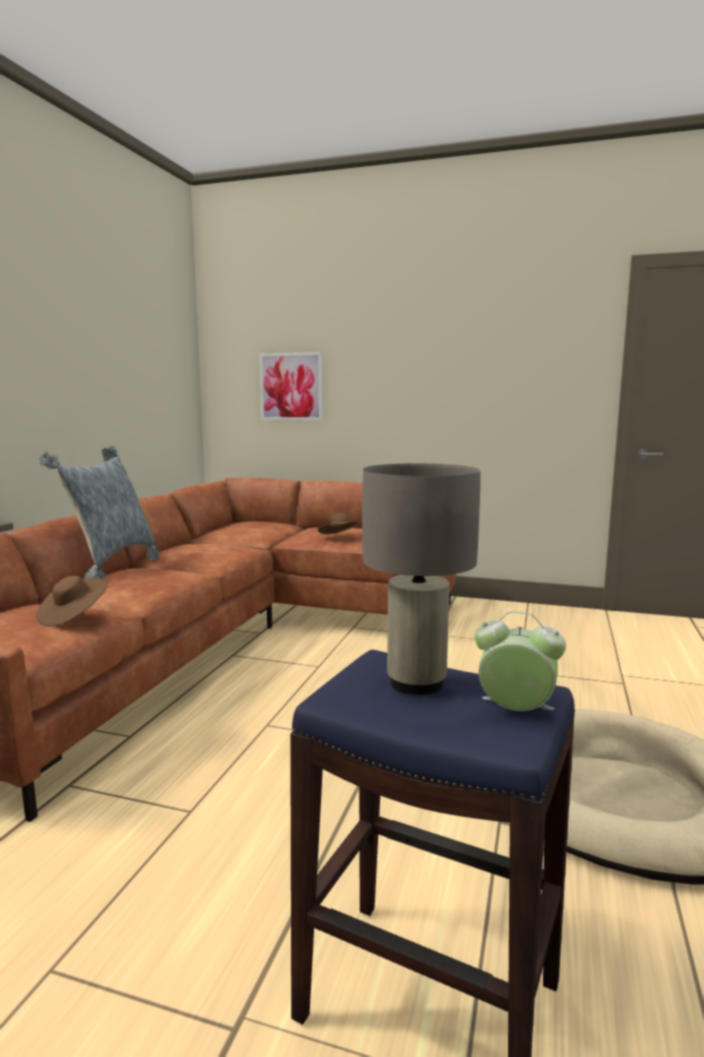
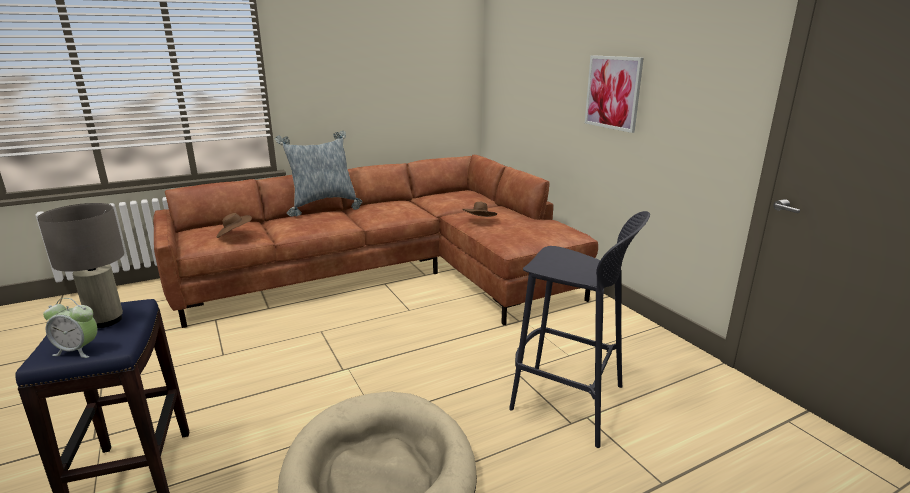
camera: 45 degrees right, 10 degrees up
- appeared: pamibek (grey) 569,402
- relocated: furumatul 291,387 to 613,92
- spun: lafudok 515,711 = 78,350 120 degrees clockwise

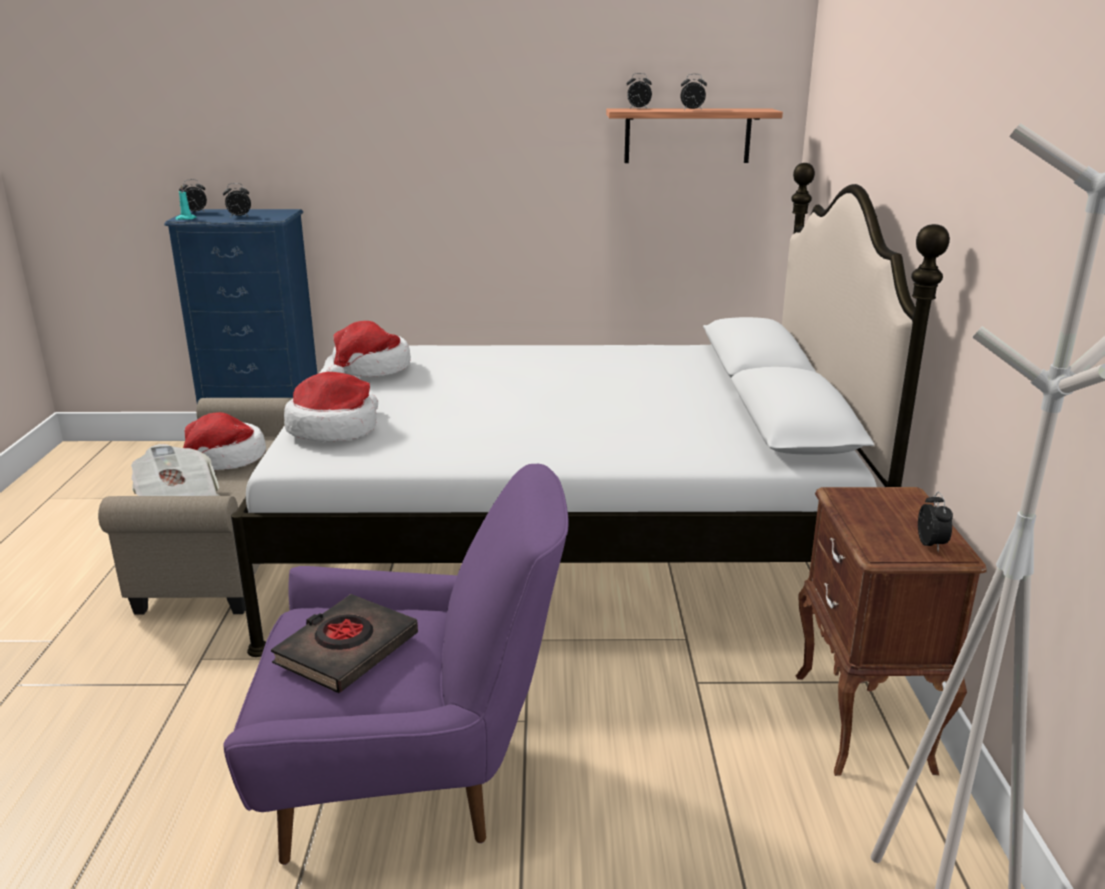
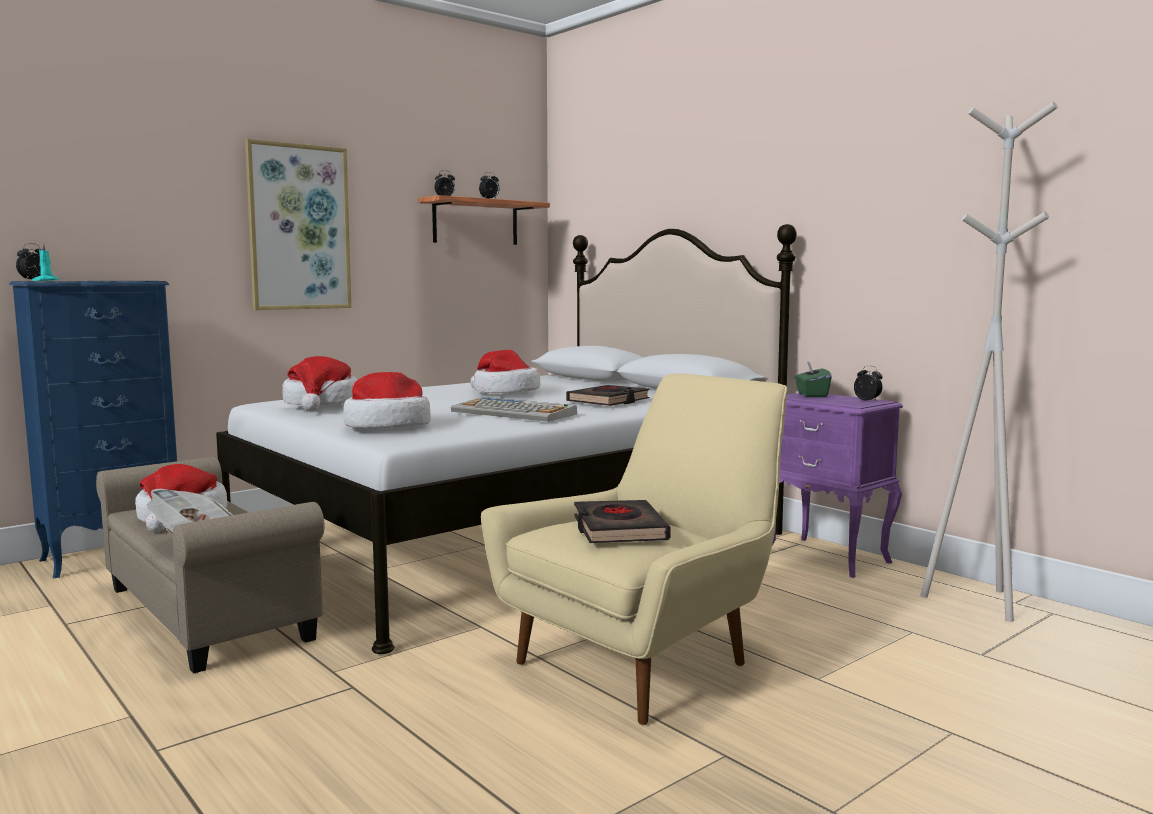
camera: 40 degrees left, 15 degrees down
- missing: lafudok 239,217
- appeared: furumatul 299,227
- appeared: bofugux 515,413
- appeared: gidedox 504,392
- appeared: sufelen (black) 608,401
- appeared: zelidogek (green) 811,395
- colour: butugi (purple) 410,782 to butugi (beige) 645,662
- colour: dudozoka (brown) 863,723 to dudozoka (purple) 827,557

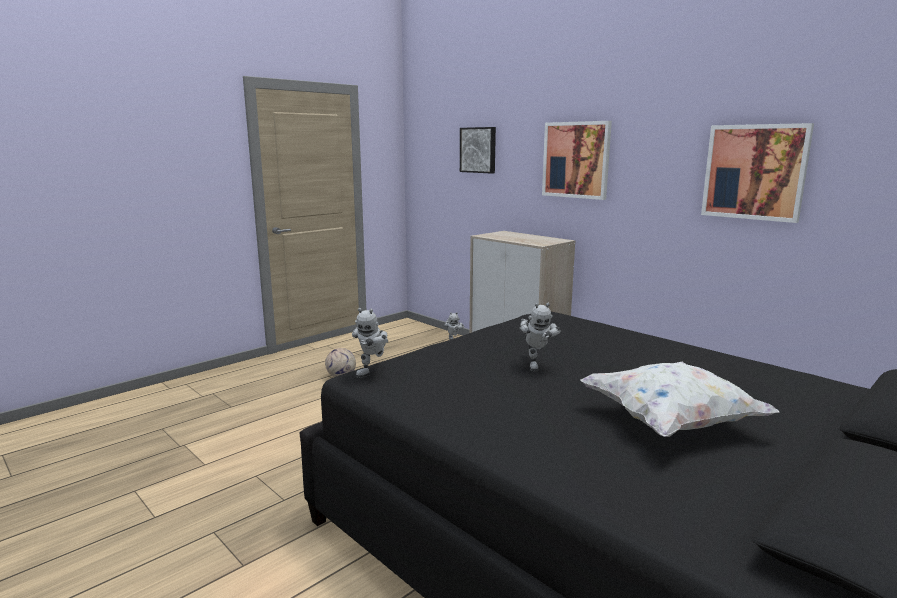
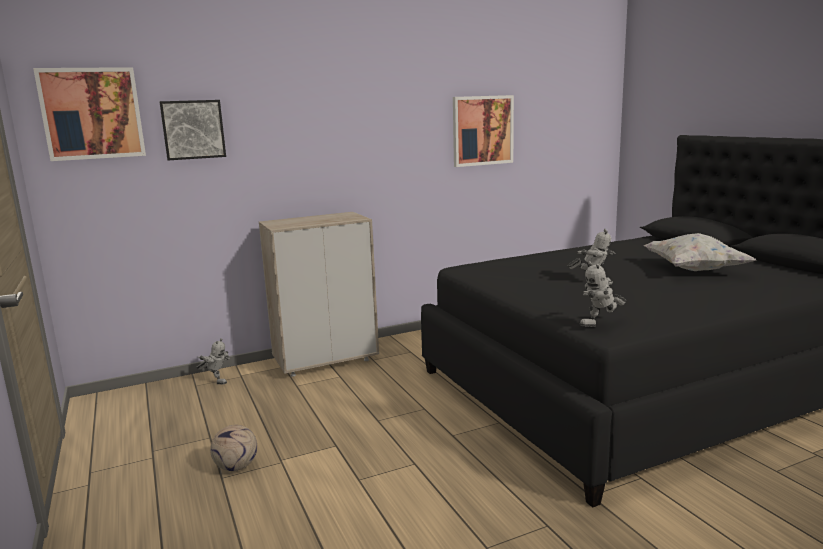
camera: 70 degrees left, 0 degrees up
- relocated: furumatul 576,160 to 92,113
- spun: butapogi 373,372 = 601,326 120 degrees clockwise

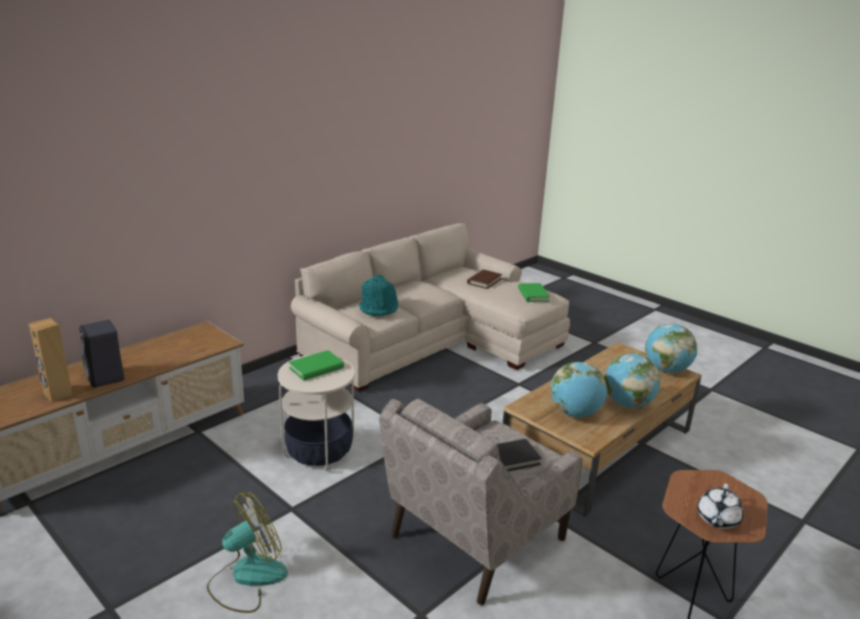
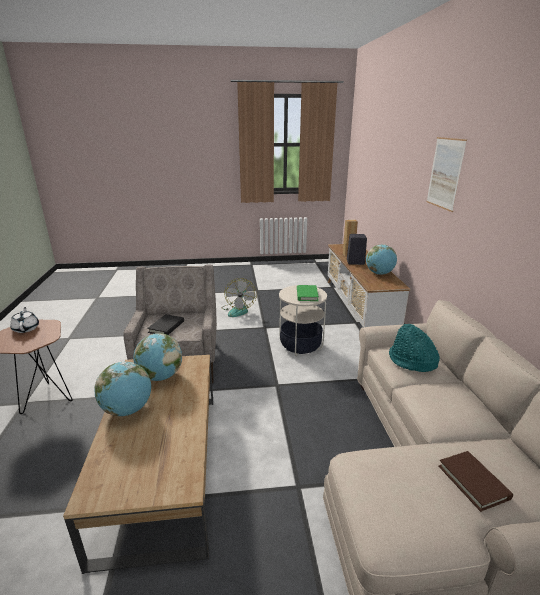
camera: 130 degrees right, 0 degrees up
- missing: sufelen (green) 533,295
- appeared: furumatul 445,173
- relocated: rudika 666,370 to 379,273

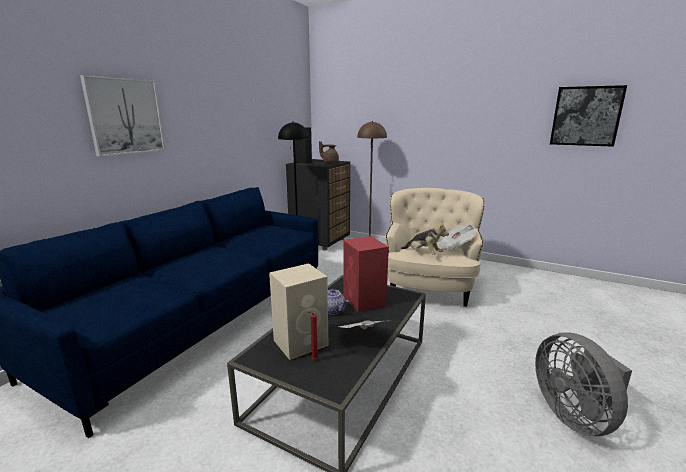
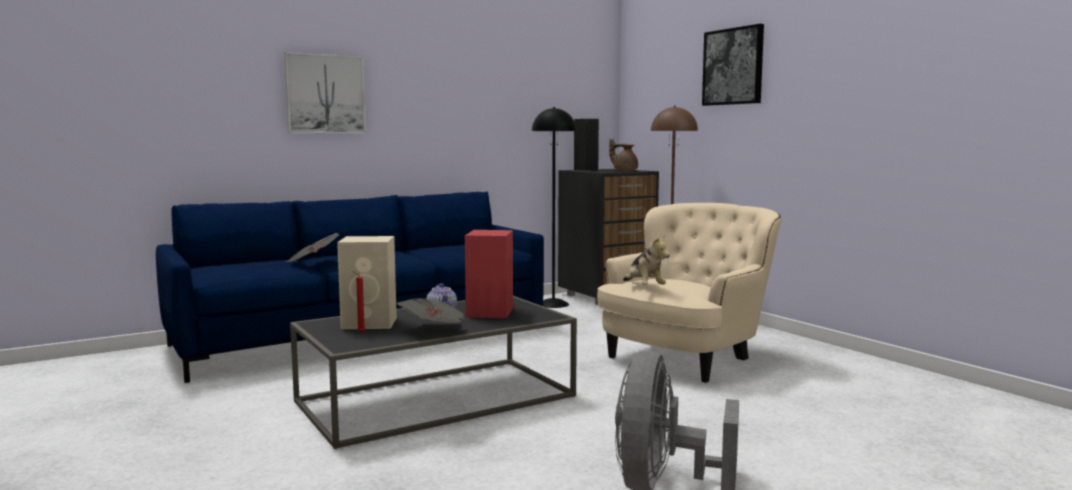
camera: 30 degrees right, 10 degrees down
- relocated: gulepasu 454,247 to 313,262
- relocated: furumatul 585,116 to 733,66

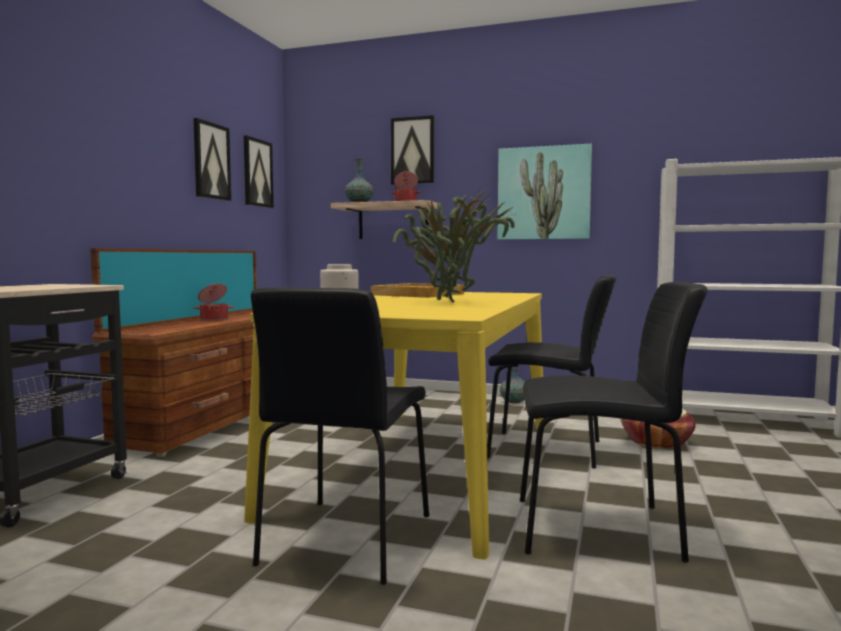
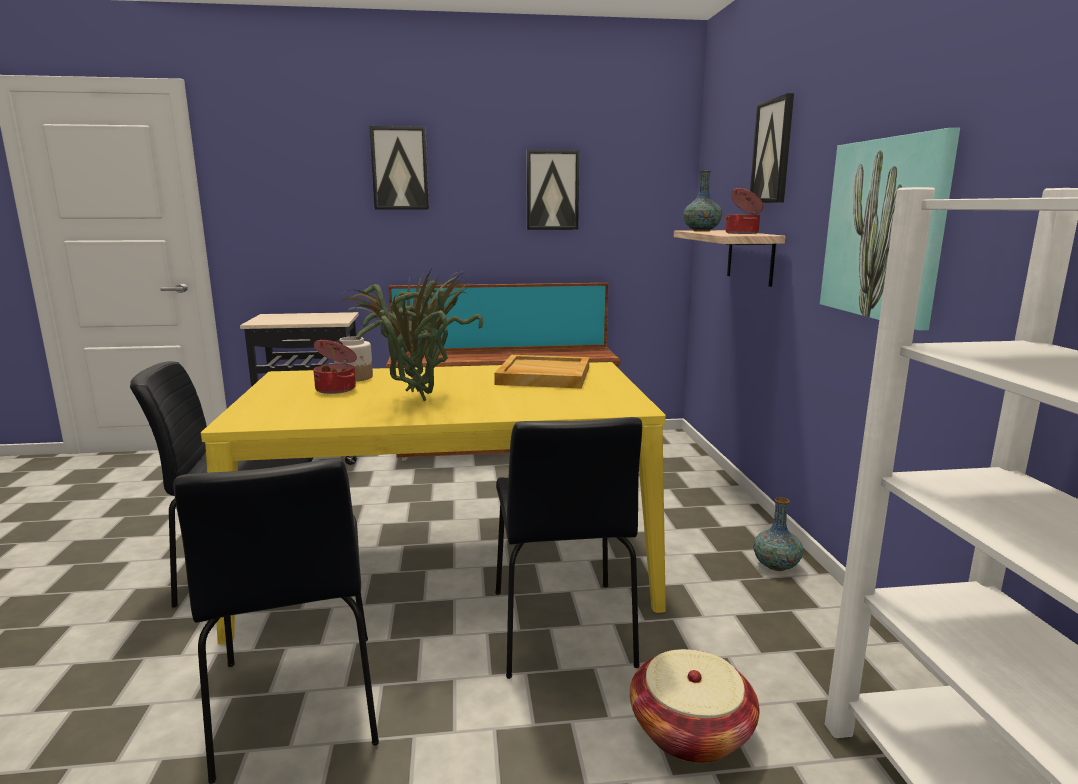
camera: 65 degrees right, 10 degrees up
- relocated: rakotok 214,319 to 337,389
- relocated: furumatul 257,173 to 400,168

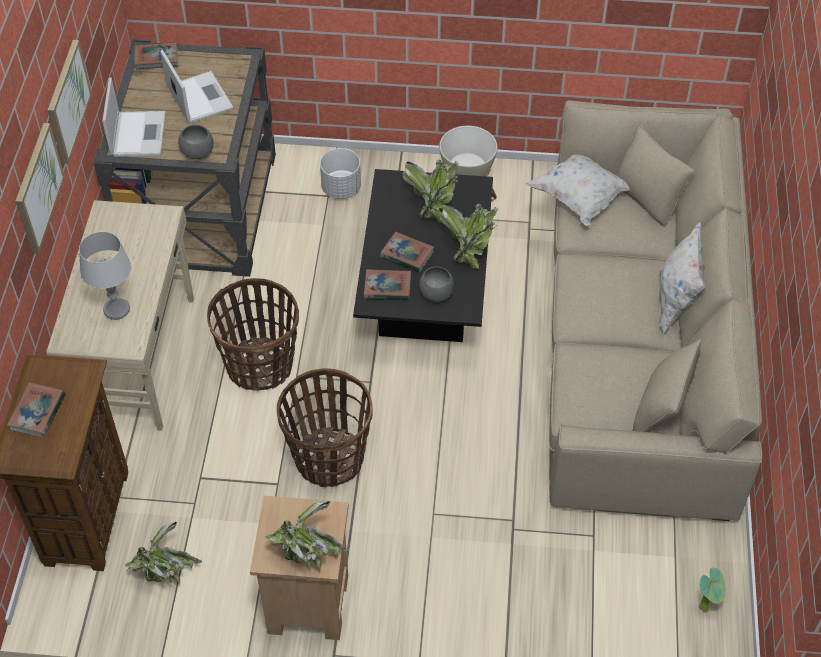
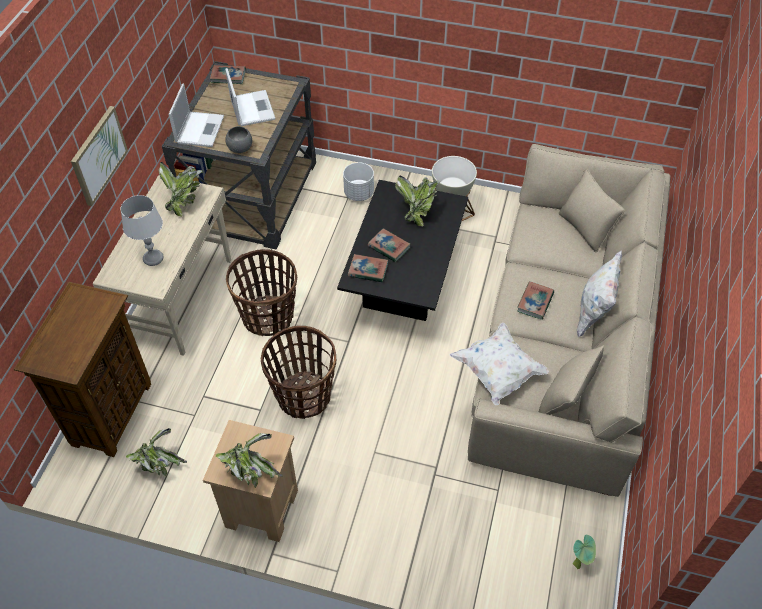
camera: 10 degrees right, 0 degrees up
- missing: furumatul 67,101
- missing: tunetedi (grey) 435,294
- relocated: sufelen 37,412 to 535,302
- relocated: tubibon 469,247 to 185,201
- relocated: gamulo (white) 580,197 to 497,372

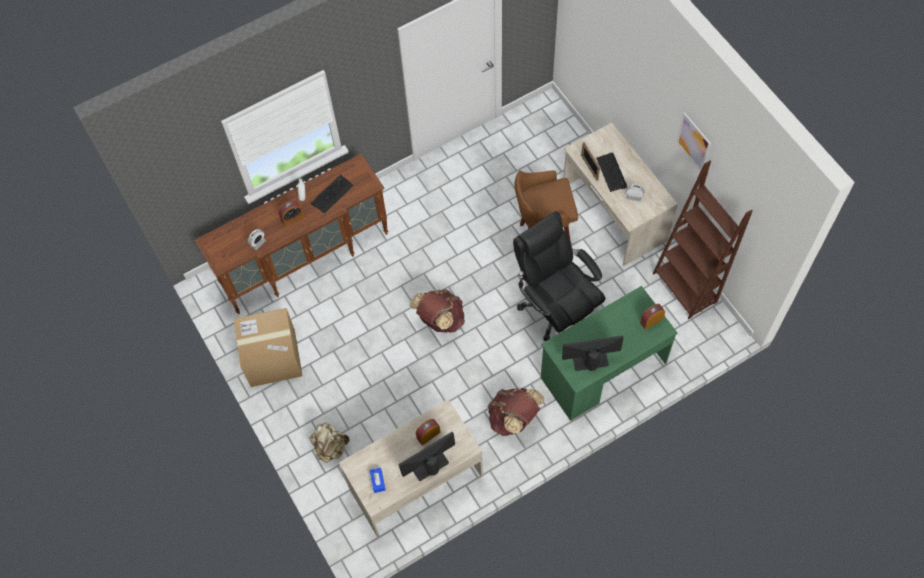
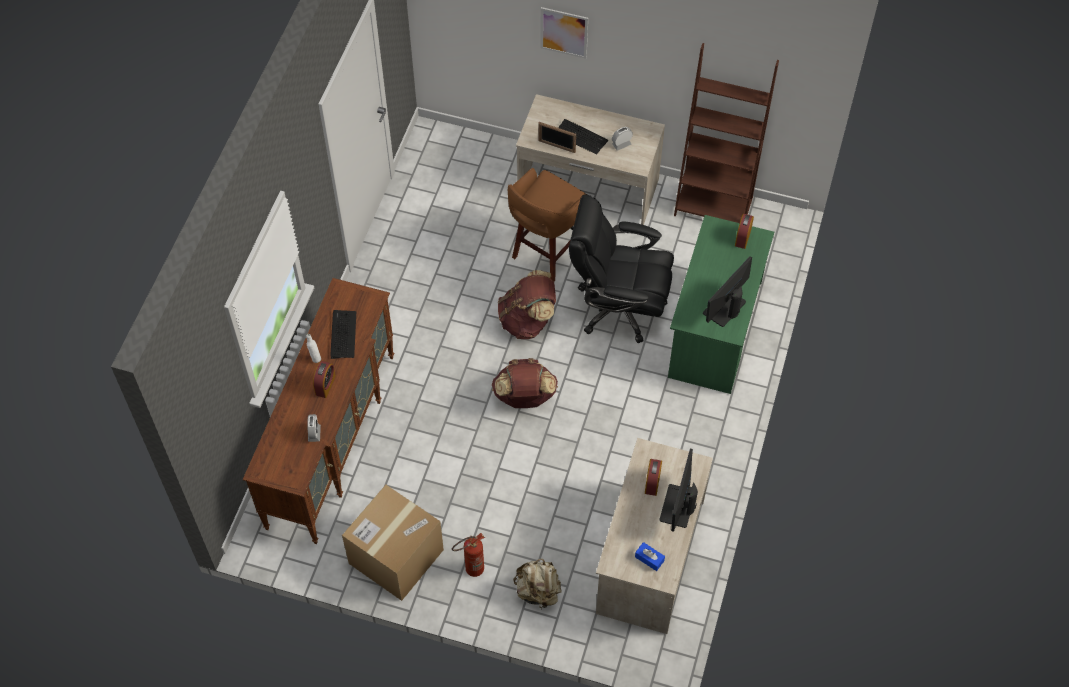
camera: 45 degrees left, 5 degrees down
- appeared: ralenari 470,571
- relocated: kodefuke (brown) 514,418 to 527,320
- relocated: furumatul 693,142 to 564,32

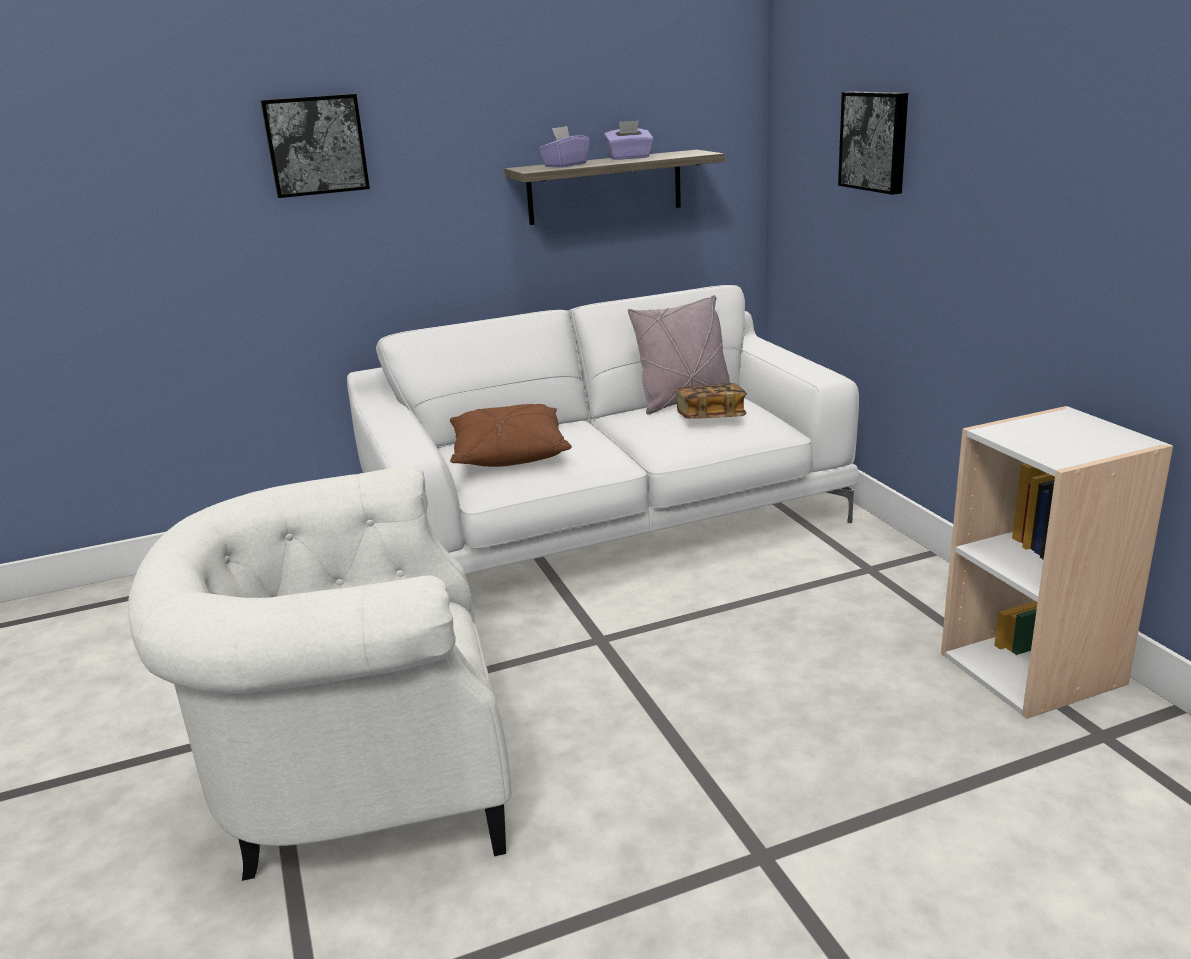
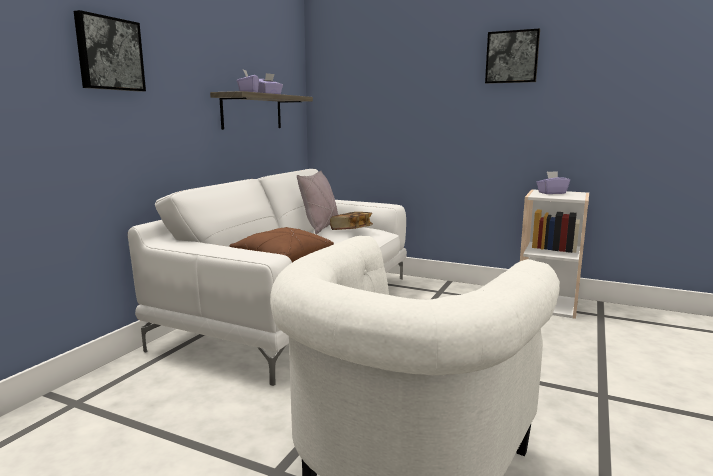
camera: 45 degrees left, 10 degrees down
- appeared: zelidogek (purple) 551,193
- relocated: furumatul 876,141 to 512,57

